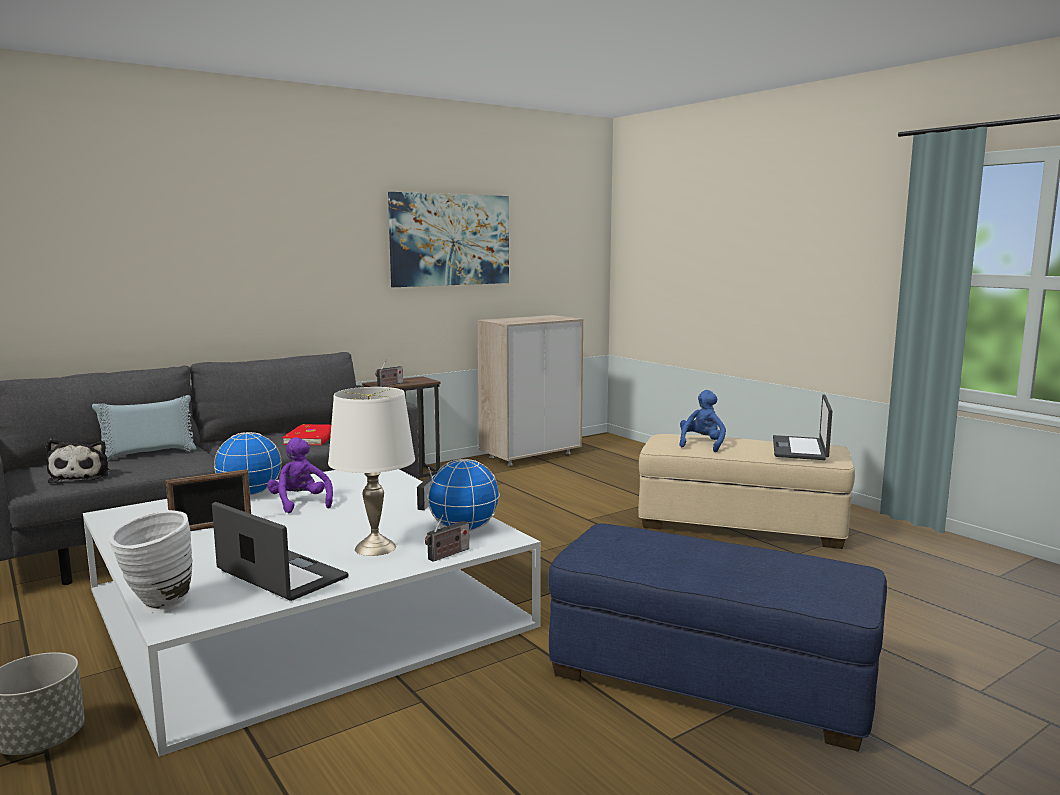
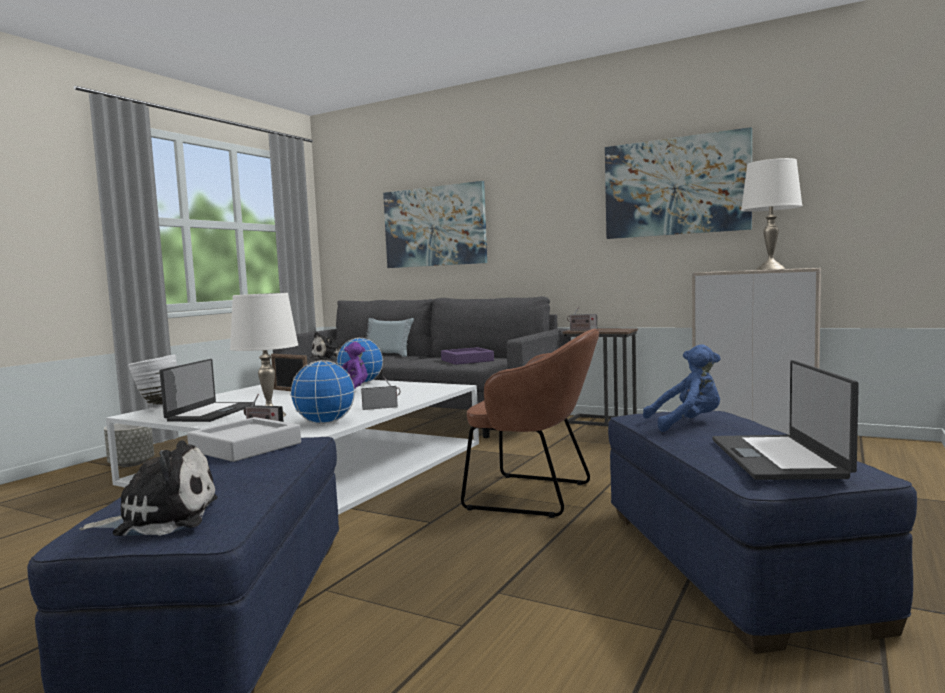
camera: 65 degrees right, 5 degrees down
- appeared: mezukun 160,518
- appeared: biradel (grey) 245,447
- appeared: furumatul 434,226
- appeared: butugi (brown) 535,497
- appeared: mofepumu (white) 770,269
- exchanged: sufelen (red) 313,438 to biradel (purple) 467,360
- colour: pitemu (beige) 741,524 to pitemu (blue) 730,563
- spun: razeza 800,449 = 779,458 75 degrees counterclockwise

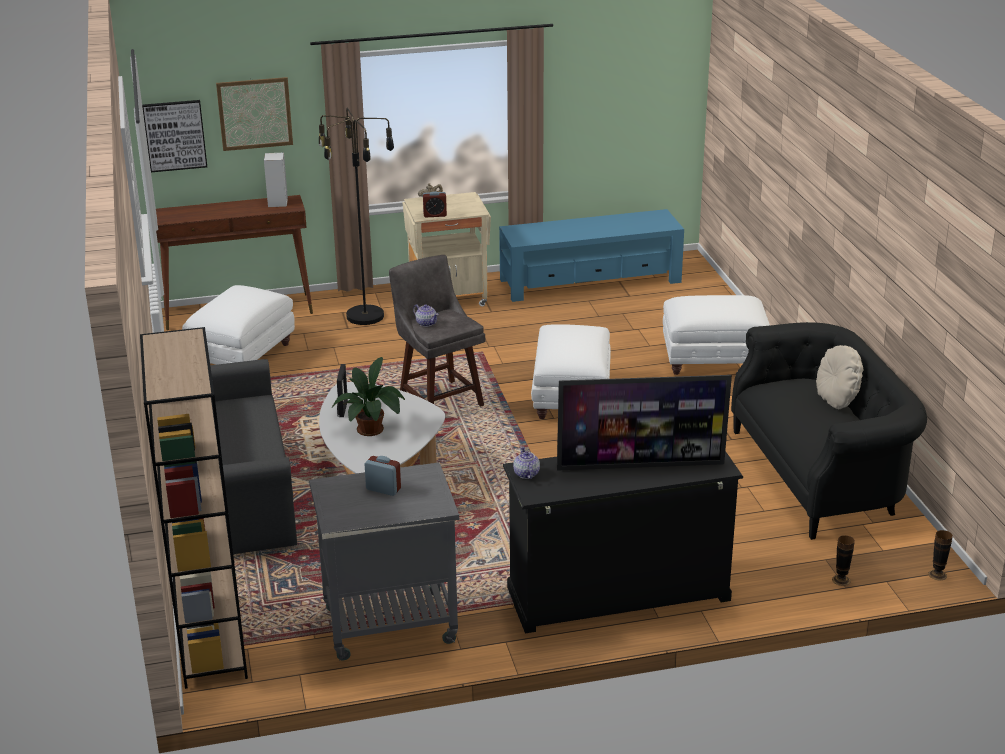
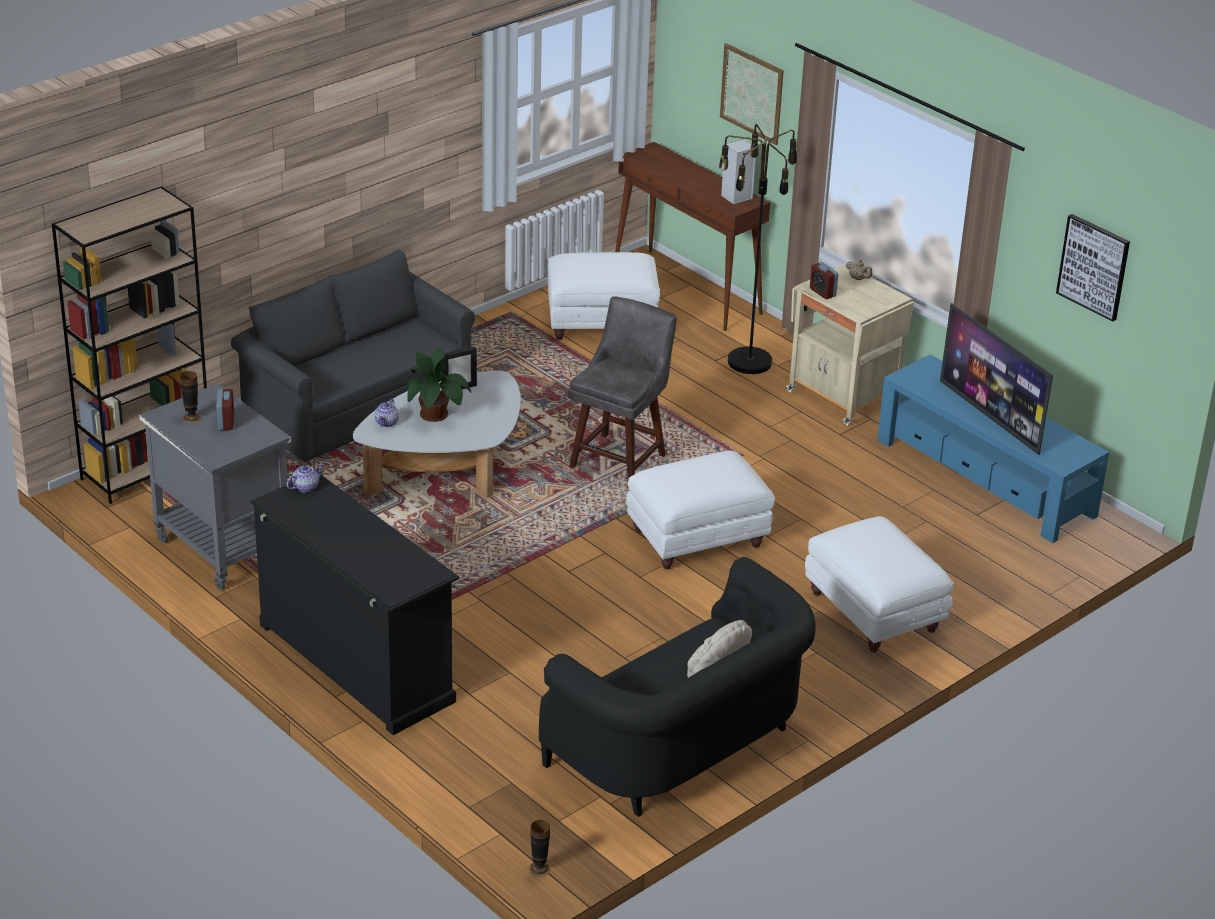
camera: 60 degrees right, 5 degrees up
- relocated: furumatul 175,135 to 1094,266
- relocated: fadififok 426,323 to 387,422
- relocated: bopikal 640,466 to 991,417
- relocated: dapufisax 841,580 to 191,418

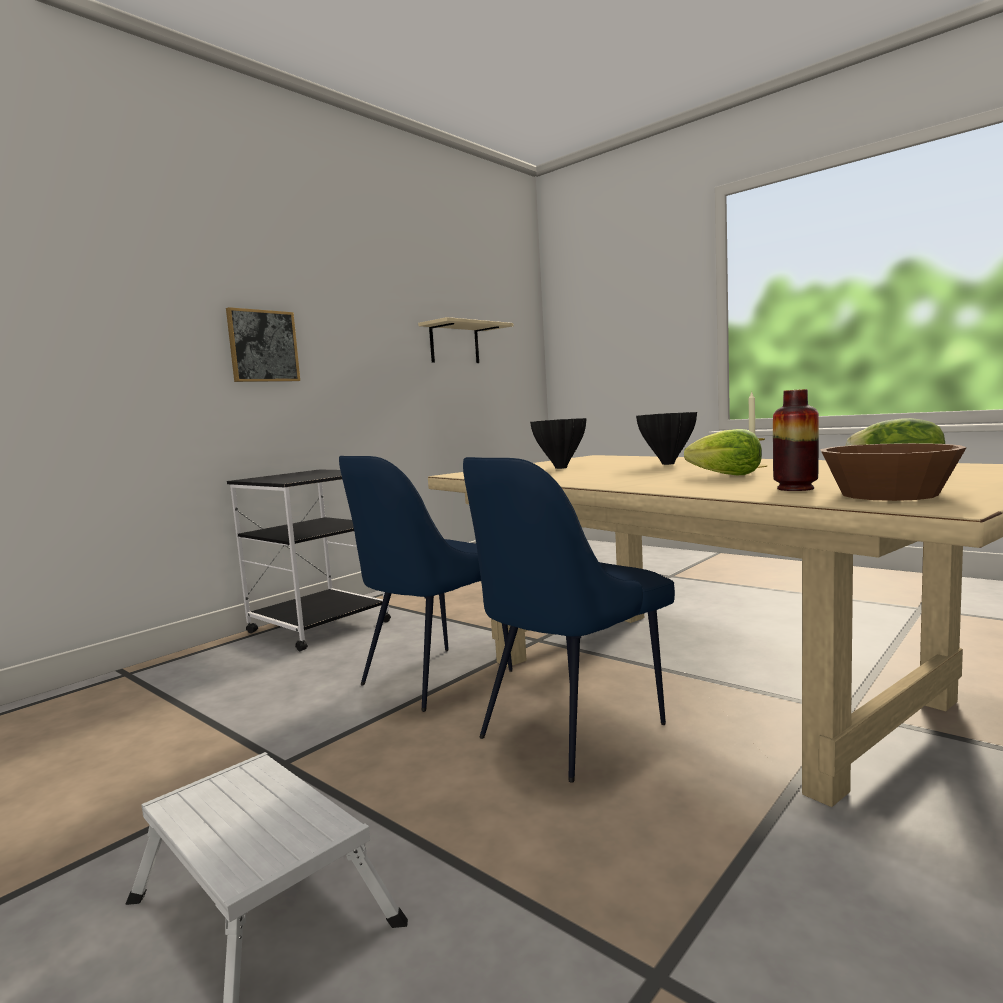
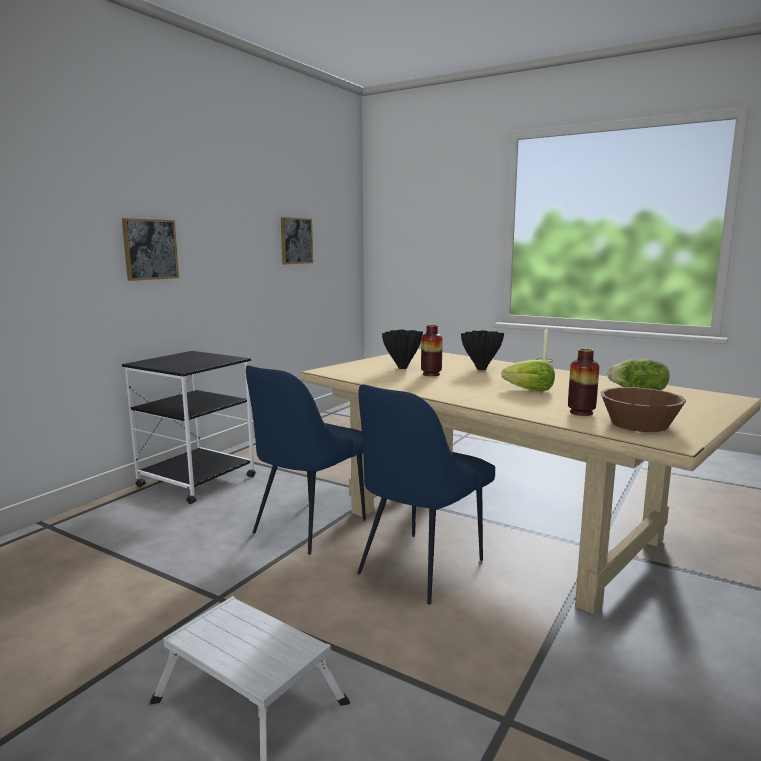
camera: 10 degrees left, 5 degrees up
- appeared: dapufisax 431,374
- exchanged: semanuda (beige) 454,344 to furumatul 296,241

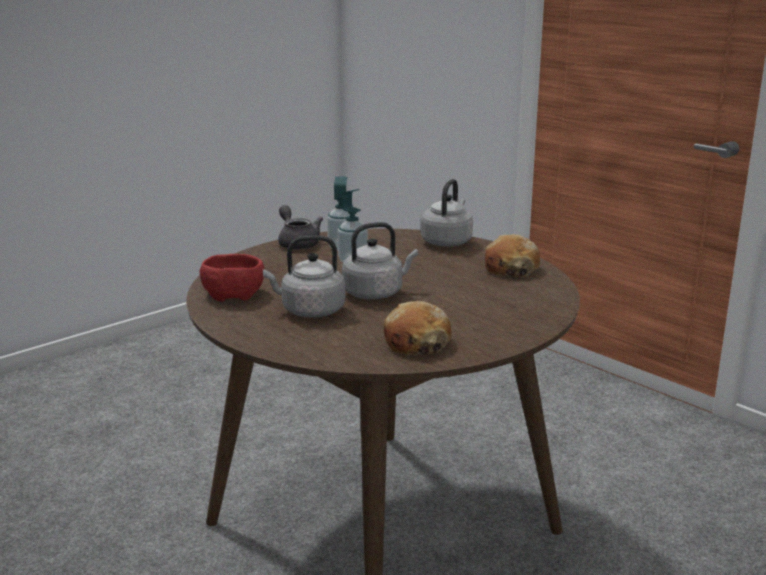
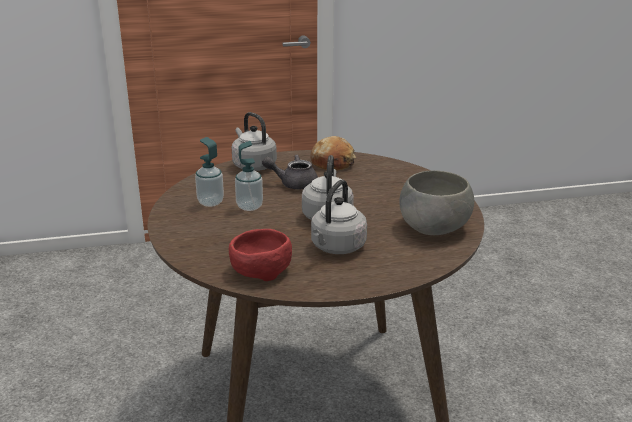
camera: 60 degrees left, 5 degrees up
- relocated: fadififok (grey) 297,243 to 293,183
- exchanged: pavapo 416,342 to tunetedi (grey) 433,226

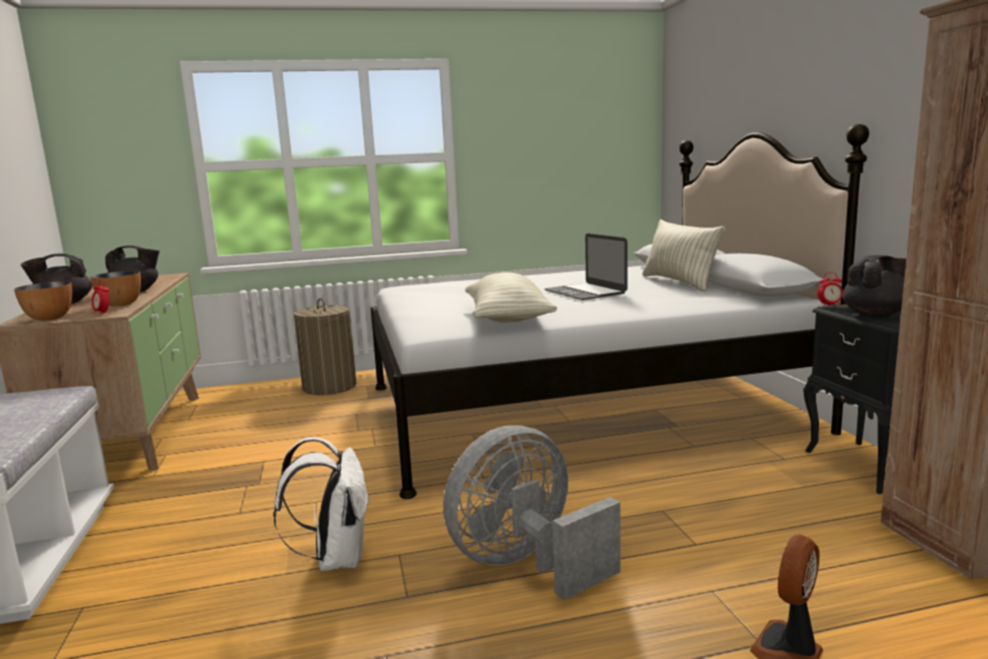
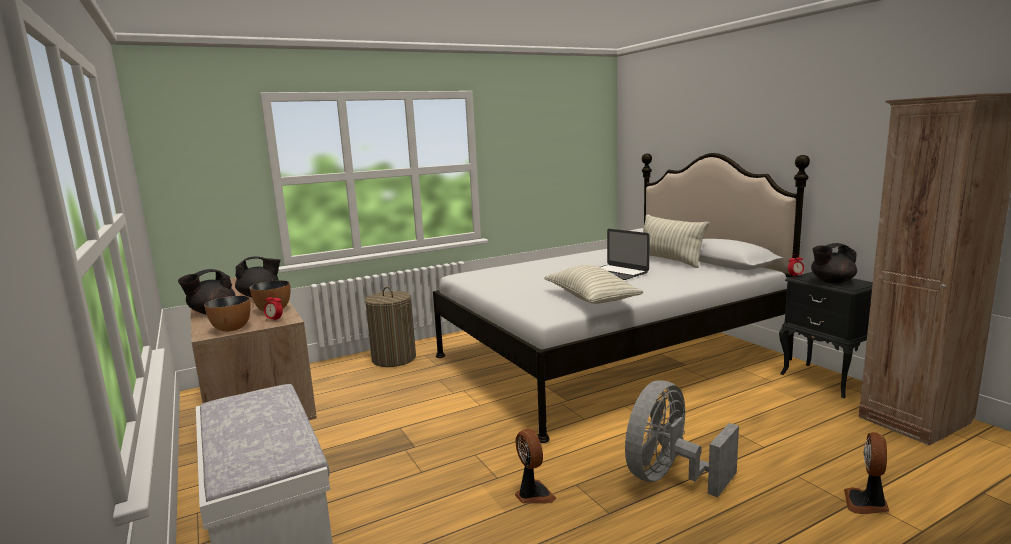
camera: 15 degrees left, 0 degrees up
- exchanged: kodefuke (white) 336,558 to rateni 533,494
- spun: fadififok (black) 876,314 = 831,281 150 degrees counterclockwise

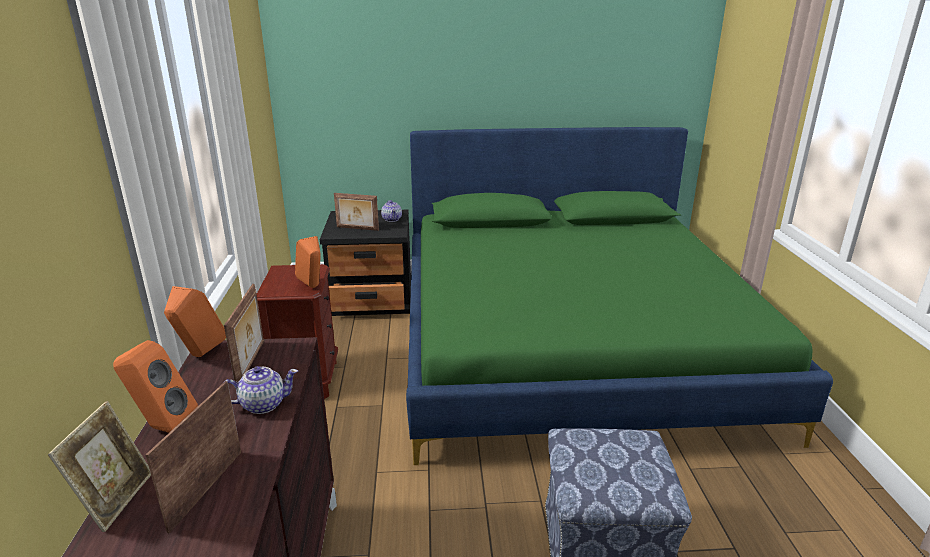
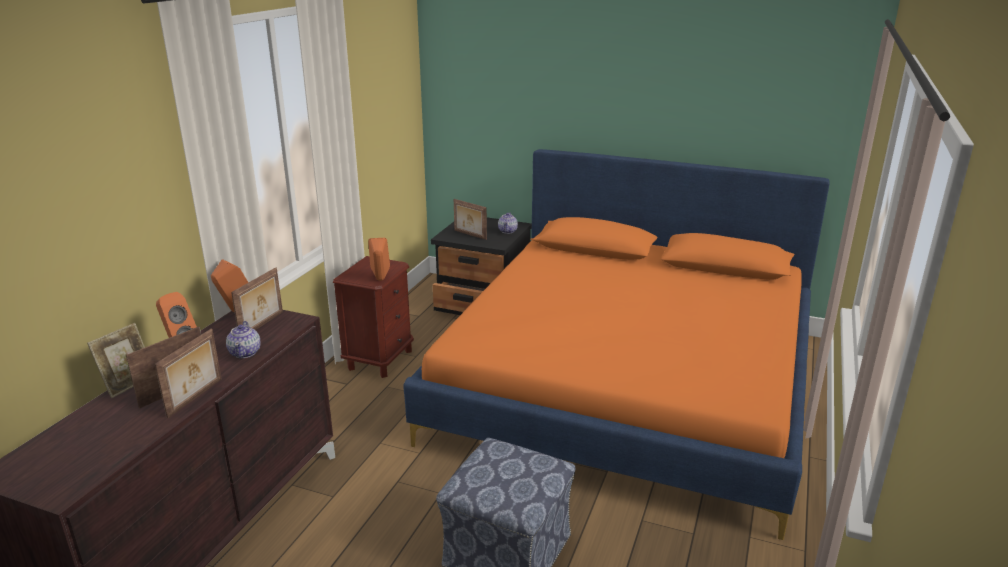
camera: 25 degrees right, 0 degrees up
- appeared: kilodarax 196,398
- colour: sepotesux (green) 568,344 to sepotesux (orange) 628,385
- spun: fadififok 262,404 = 245,352 75 degrees clockwise

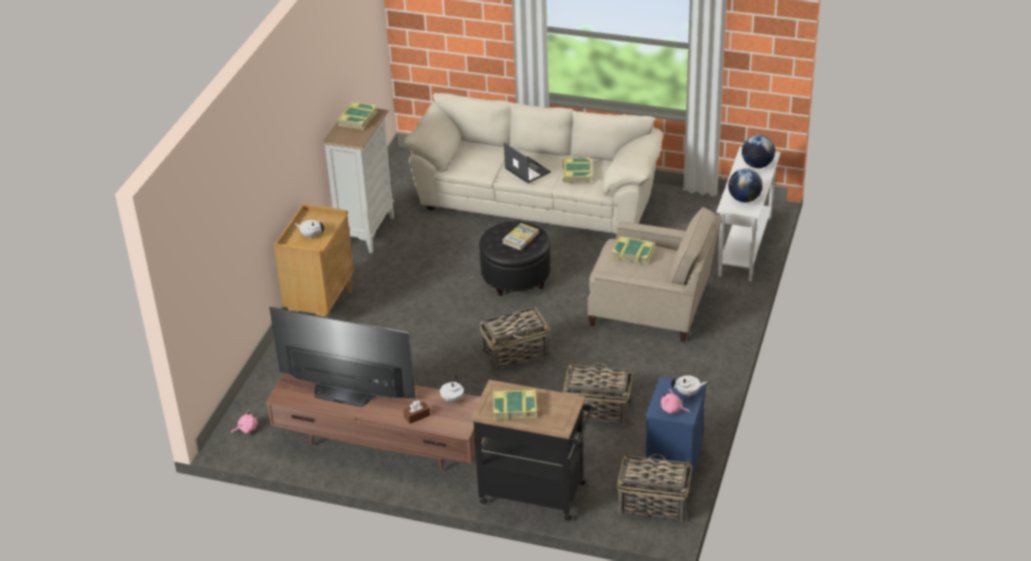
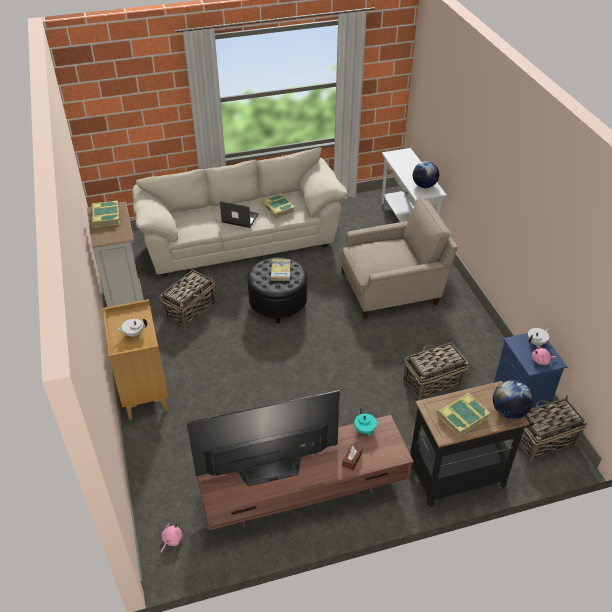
camera: 35 degrees left, 5 degrees up
- missing: sufelen 633,252
- relocated: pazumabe 516,354 to 191,310
- relocated: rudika 757,165 to 509,411
- colour: fadififok (white) 452,399 to fadififok (turquoise) 364,430

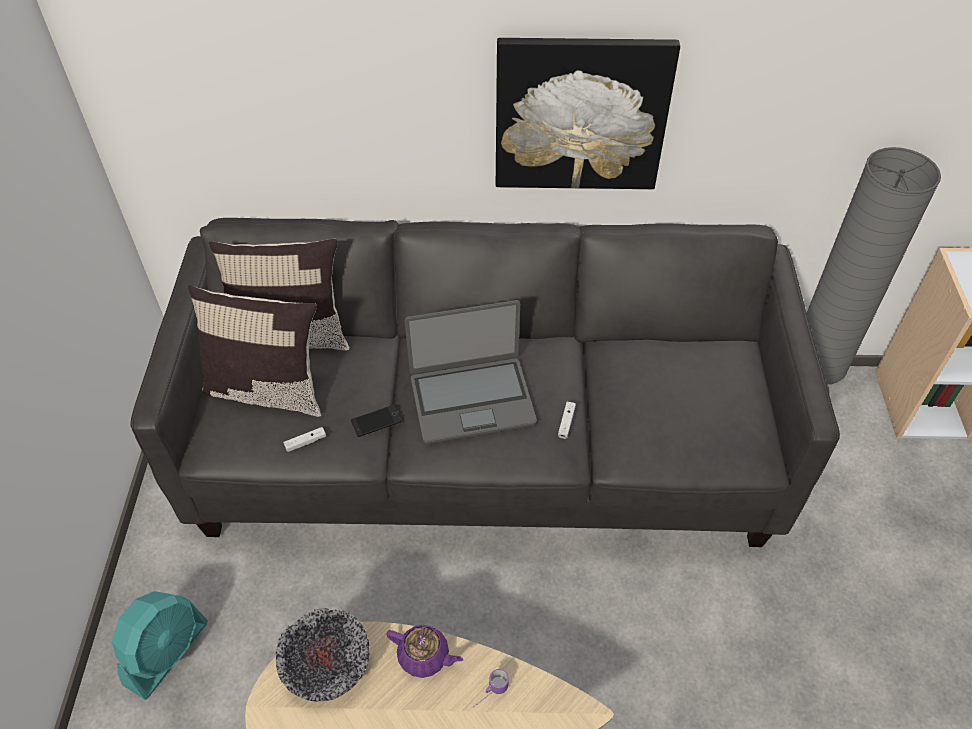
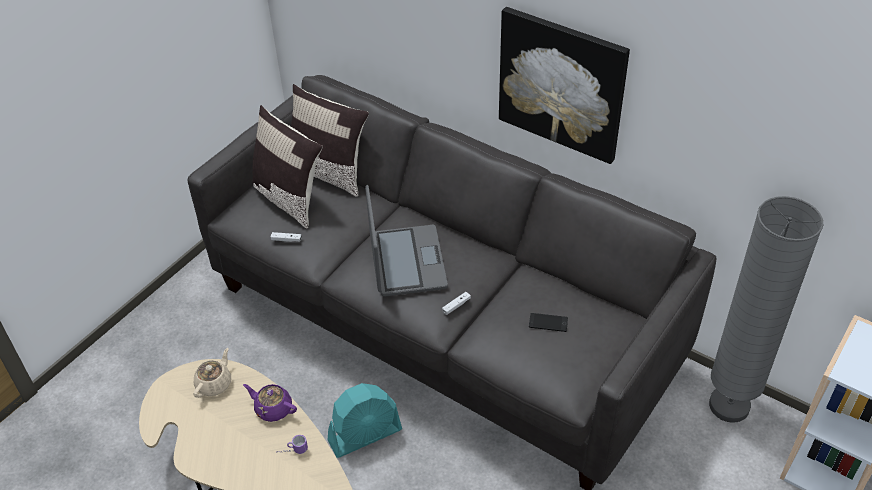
camera: 35 degrees right, 5 degrees down
- relocated: rateni (turquoise) 167,652 to 365,435
- relocated: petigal 376,421 to 548,323
- exchanged: tunetedi 327,668 to fadififok (beige) 214,384
- spun: fadififok (purple) 424,656 = 273,409 150 degrees clockwise
- spun: razeza 471,399 = 406,262 120 degrees counterclockwise

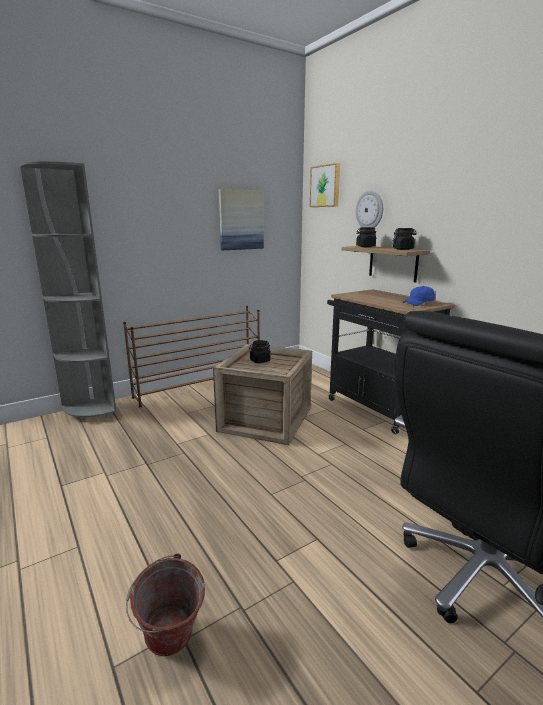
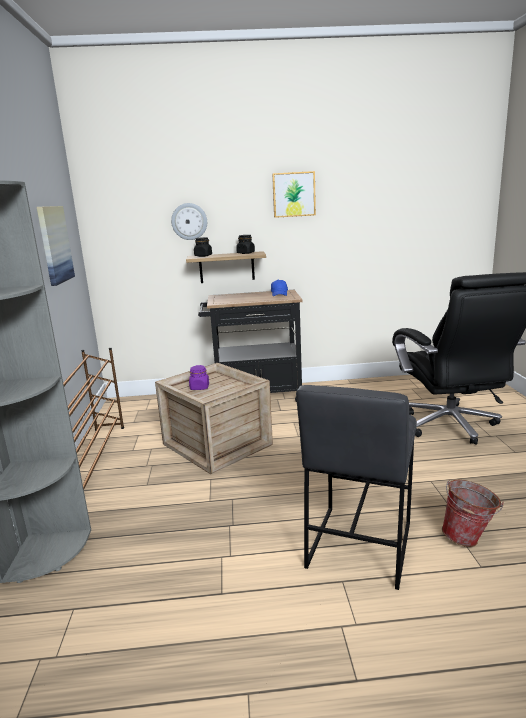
camera: 60 degrees left, 0 degrees up
- appeared: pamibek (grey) 359,546
- relocated: furumatul 326,186 to 293,194
- colour: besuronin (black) 260,361 to besuronin (purple) 199,387

